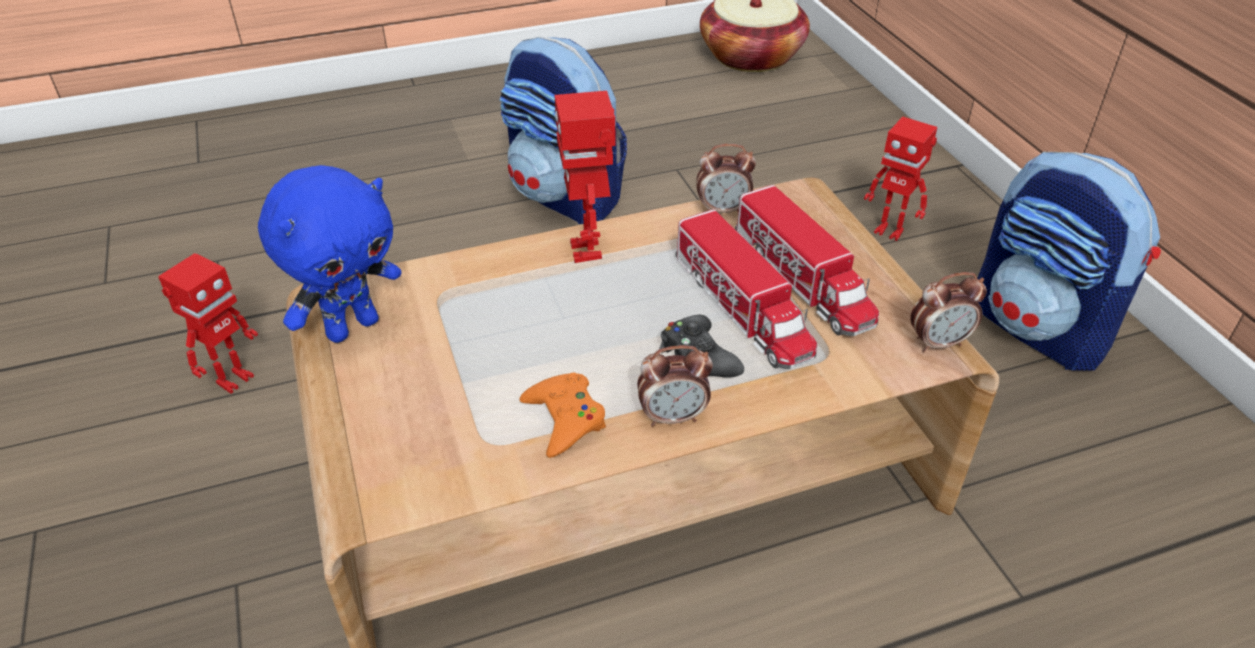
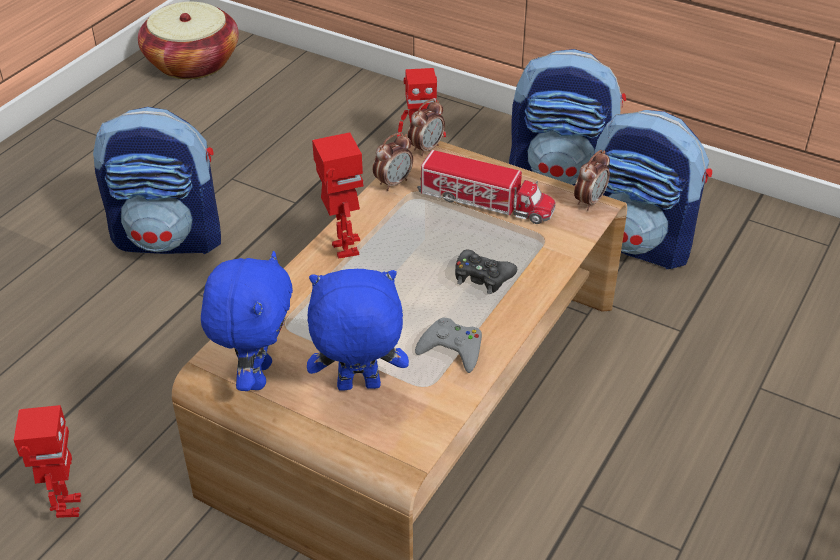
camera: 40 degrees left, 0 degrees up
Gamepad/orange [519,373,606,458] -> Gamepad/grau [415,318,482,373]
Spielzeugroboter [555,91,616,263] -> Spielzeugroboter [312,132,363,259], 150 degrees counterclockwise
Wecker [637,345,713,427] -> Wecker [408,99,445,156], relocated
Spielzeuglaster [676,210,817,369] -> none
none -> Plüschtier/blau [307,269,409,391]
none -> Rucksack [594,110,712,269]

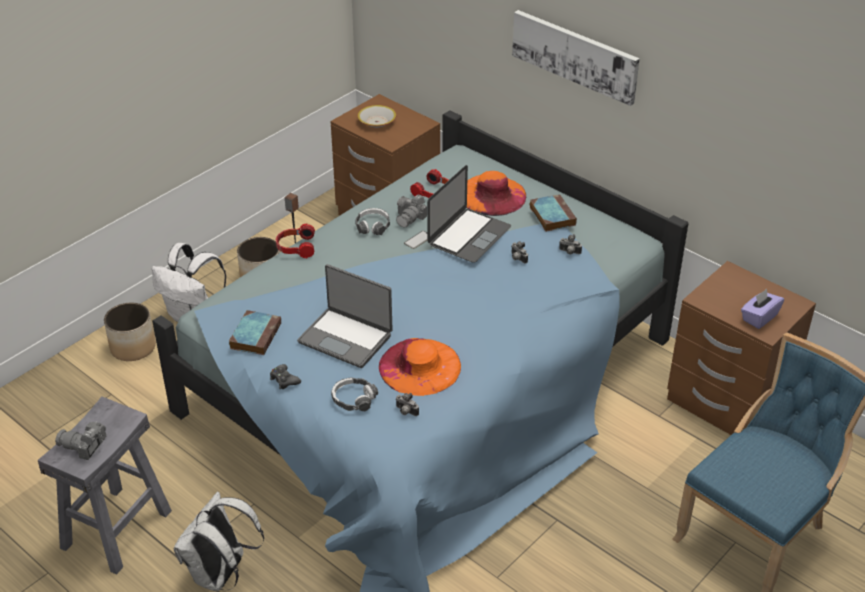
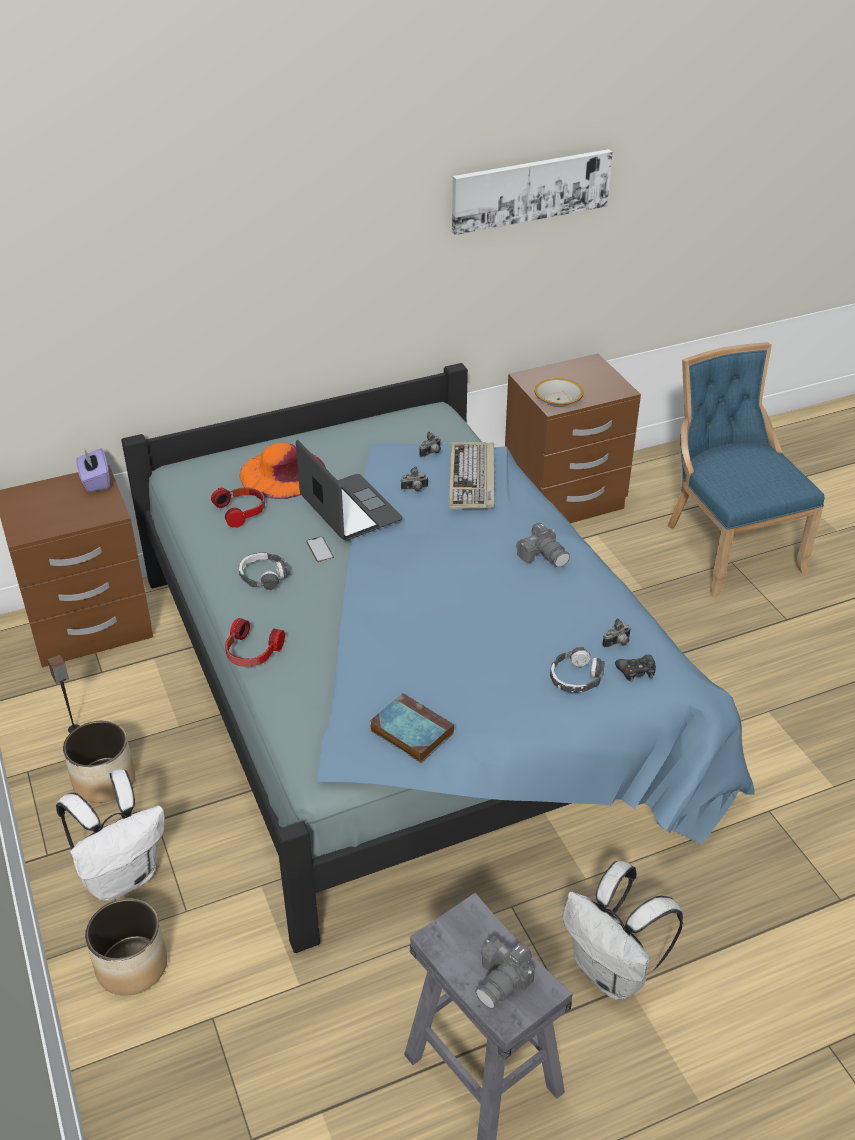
camera: 65 degrees left, 0 degrees up
Gamepad/schwarz [270,364,301,389] -> Gamepad/schwarz [615,655,656,682], relocated
Laptop [297,264,393,368] -> none
Schüssel [357,105,396,128] -> Schüssel [535,378,583,407], relocated
Hut/orange [379,338,461,396] -> none
Kamera [396,194,427,228] -> Kamera [516,522,570,567], relocated
Bild [512,10,640,106] -> Bild [452,149,613,235], relocated
Buch [530,194,577,232] -> none
Taschentuchbox/lila [741,289,784,329] -> Taschentuchbox/lila [76,448,110,492], relocated
none -> Tastatur [449,442,495,509]

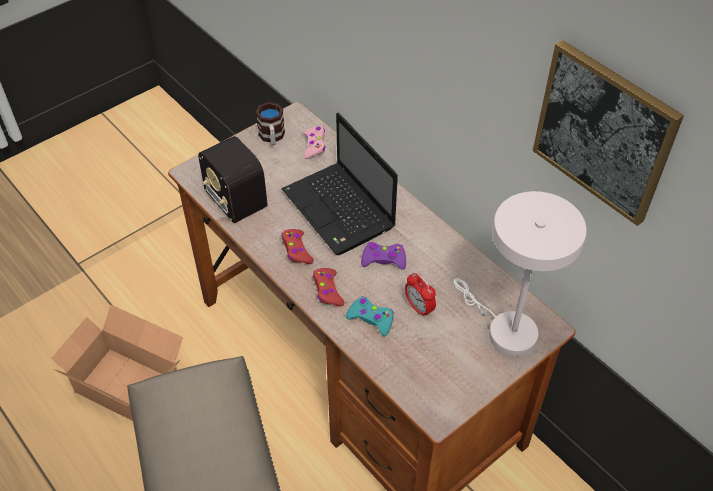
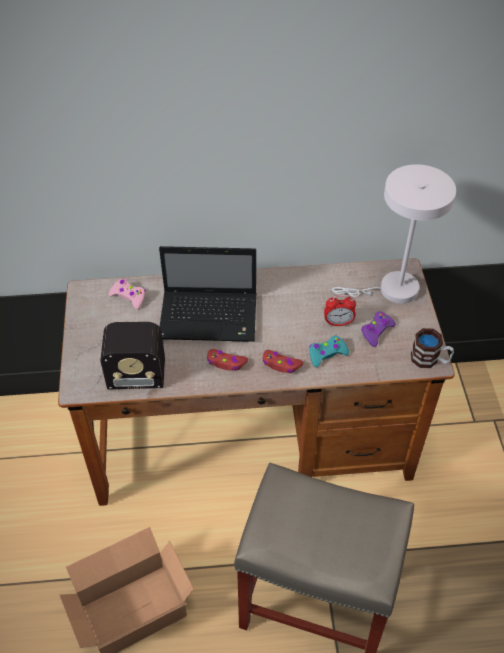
camera: 55 degrees left, 0 degrees up
Henkelbecher [256,102,285,145] -> Henkelbecher [411,328,454,368], relocated
Gamepad/lila [361,242,406,270] -> Gamepad/lila [361,312,396,347], relocated
Bild [533,40,684,226] -> none

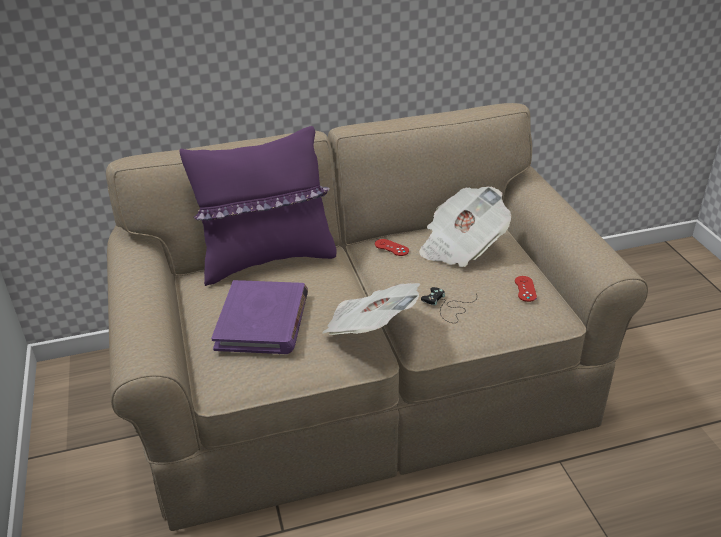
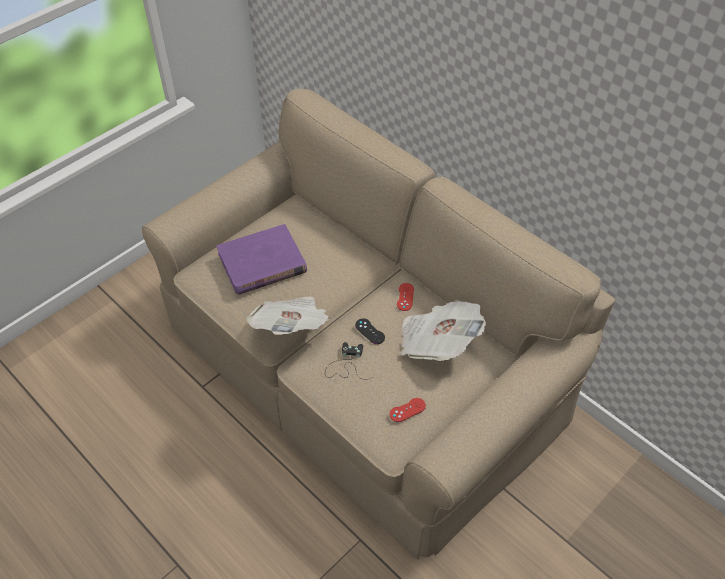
camera: 60 degrees right, 15 degrees up
Kissen/lila [179,126,337,286] -> none
none -> Gamepad/schwarz [355,318,385,344]

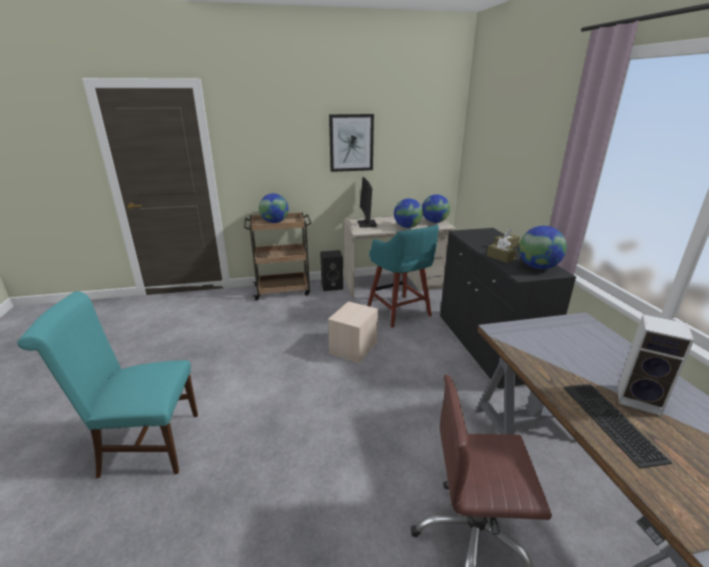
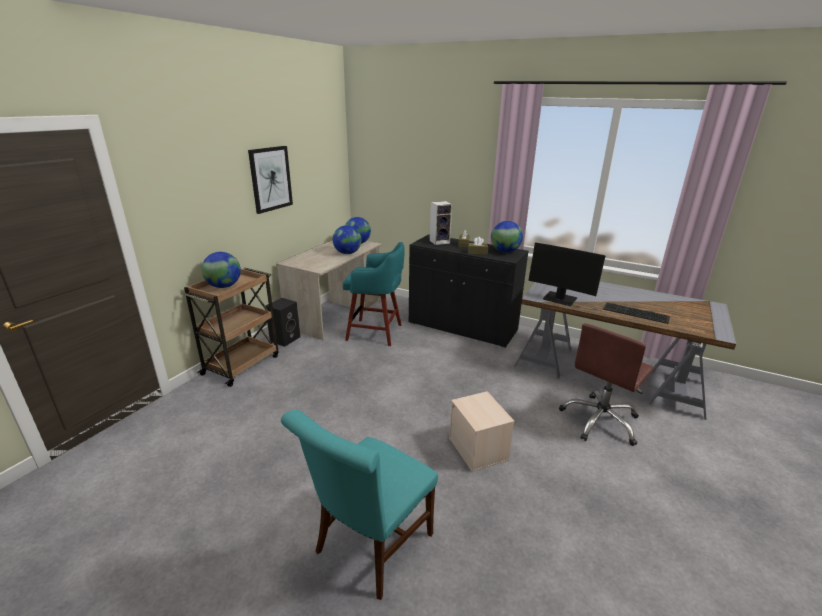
camera: 50 degrees left, 0 degrees up
Aufbewahrungsbox/beige [328,301,378,363] -> Aufbewahrungsbox/beige [449,391,515,472], relocated
Monitor [357,177,377,228] -> Monitor [528,242,606,306], relocated
Lautsprecher [618,314,694,416] -> Lautsprecher [430,201,452,245], relocated

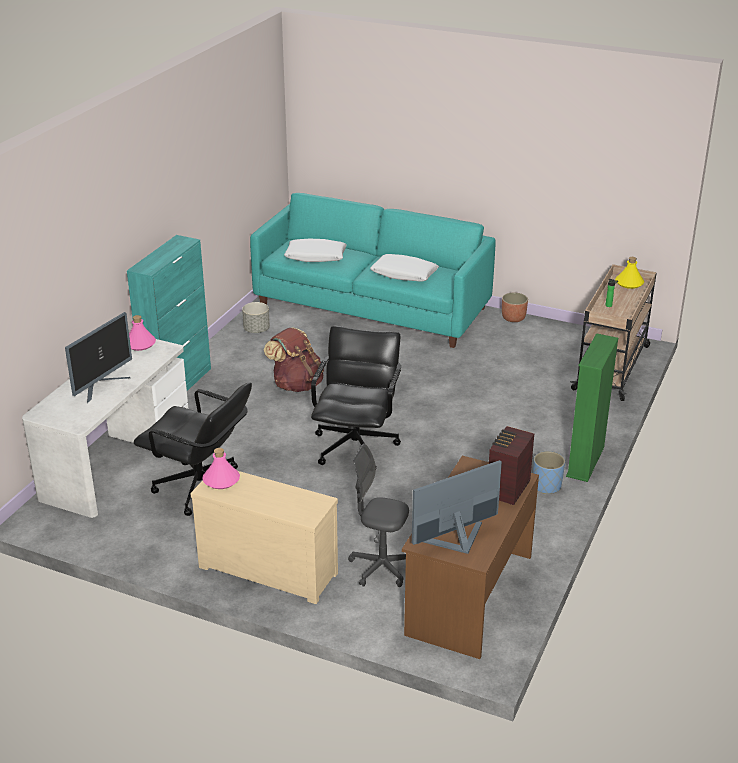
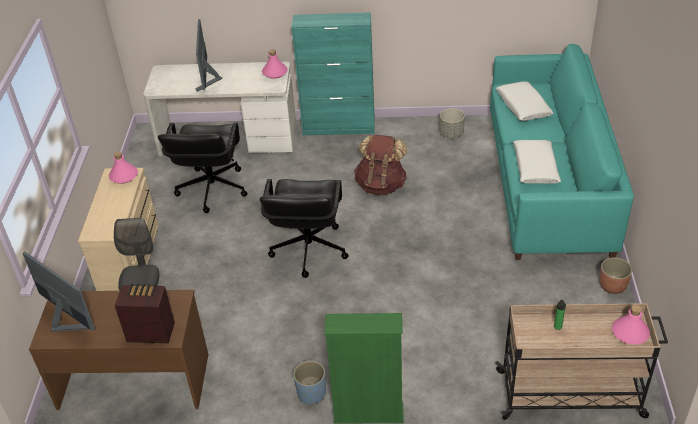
camera: 70 degrees right, 10 degrees up
Monitor [65,312,132,403] -> Monitor [196,19,222,92], 75 degrees clockwise
Bürostuhl/schwarz [311,326,401,465] -> Bürostuhl/schwarz [260,179,348,278], 105 degrees clockwise
Flasche/gelb [615,257,644,289] -> Flasche/rosa [612,305,650,345]

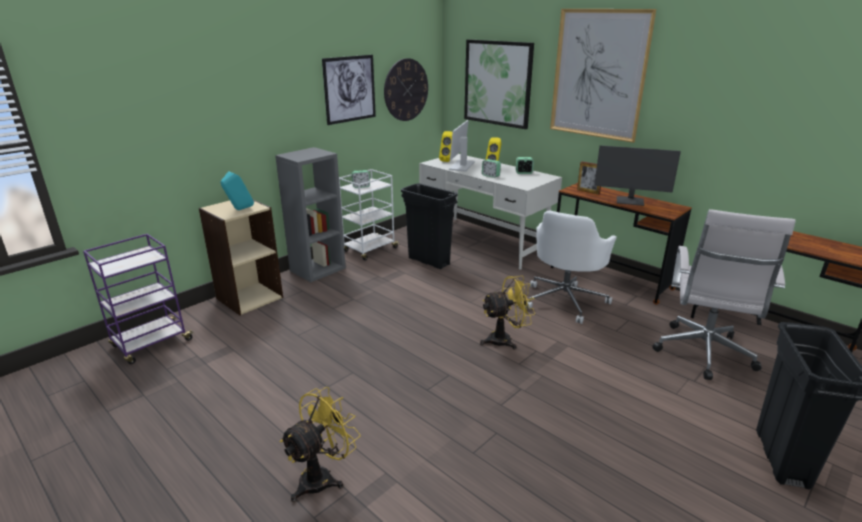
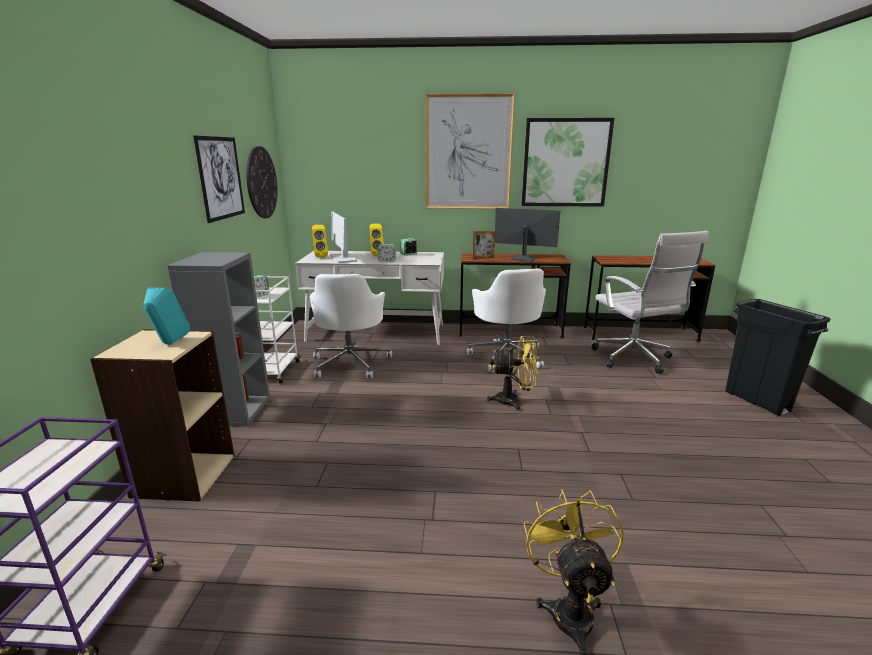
camera: 40 degrees left, 5 degrees down
Mülleimer/schwarz [401,183,458,269] -> Bürostuhl/weiß [310,274,392,379]
Bild [464,39,534,129] -> Bild [521,118,614,207], relocated
Ventilator/gelb [480,276,535,349] -> Ventilator/gelb [486,336,538,410], 60 degrees clockwise
Monitor [594,145,681,206] -> Monitor [495,208,560,261], 135 degrees counterclockwise

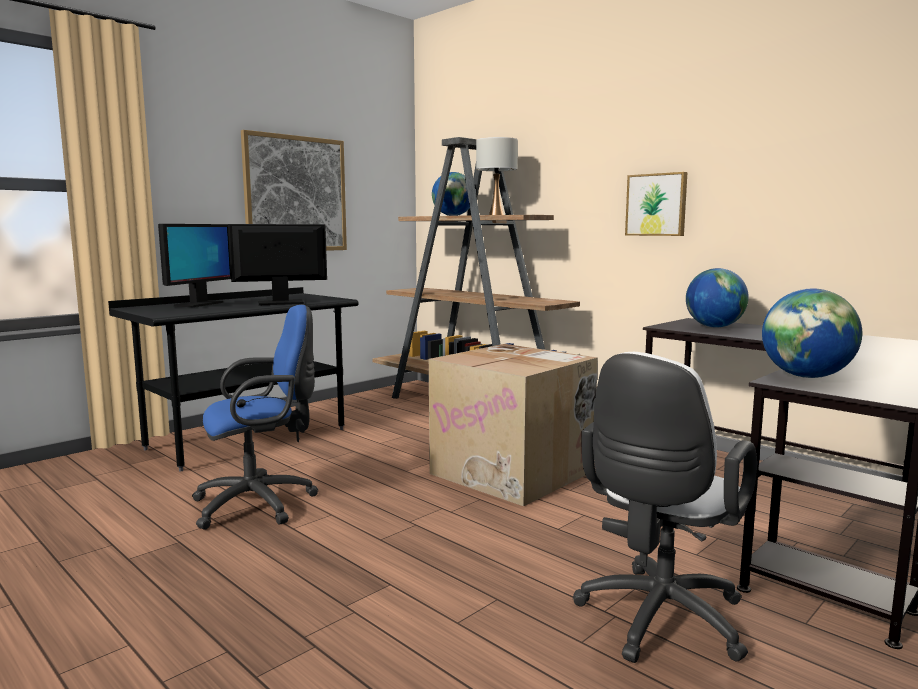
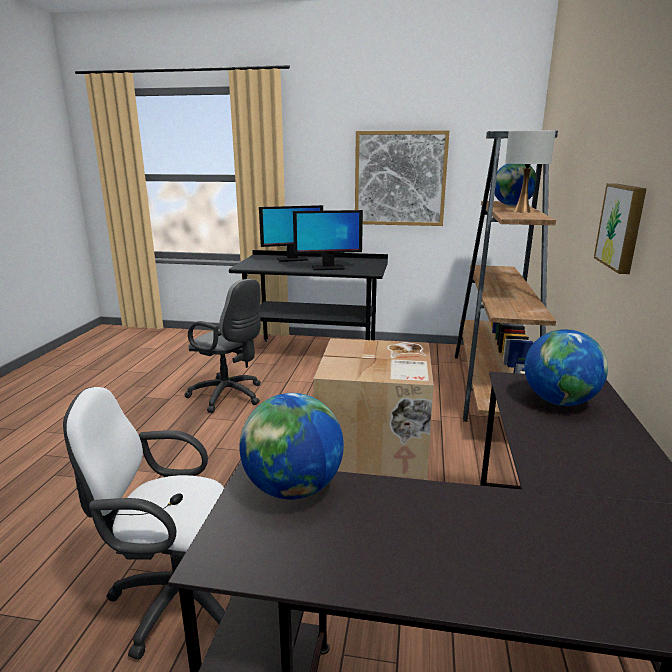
camera: 55 degrees right, 10 degrees up
Bürostuhl/blau [192,305,318,529] -> Bürostuhl/grau [184,279,261,413]
Monitor [228,224,327,305] -> Monitor [293,210,363,270], 135 degrees clockwise

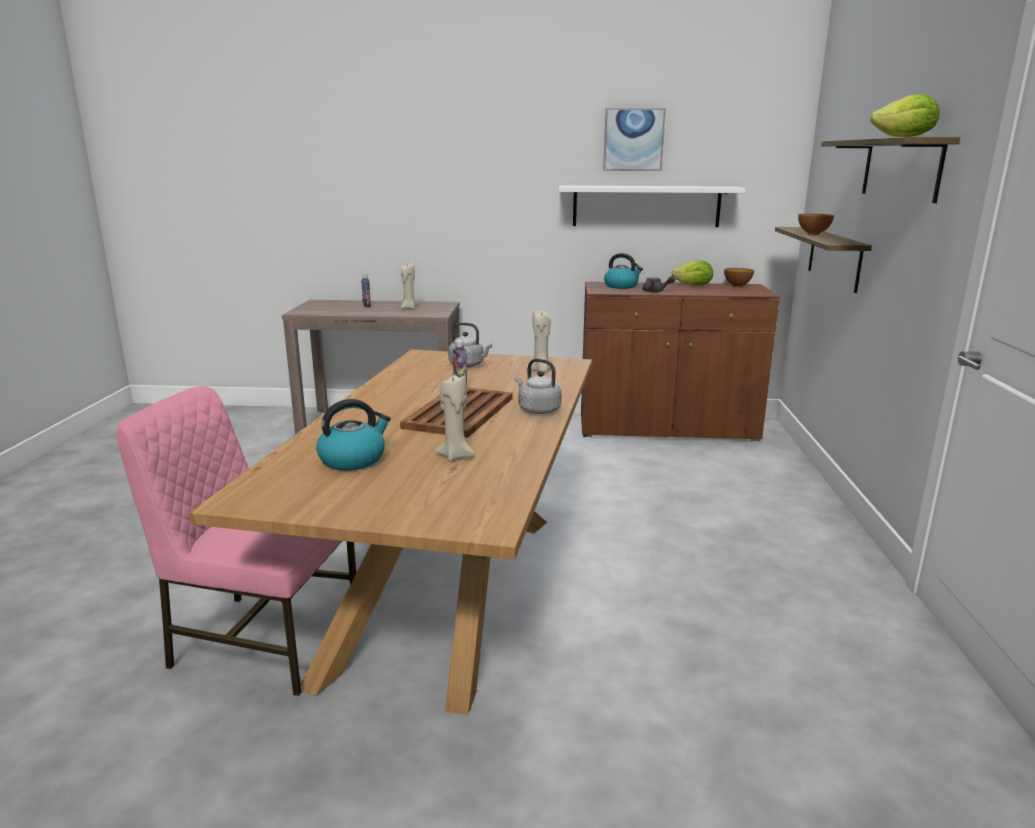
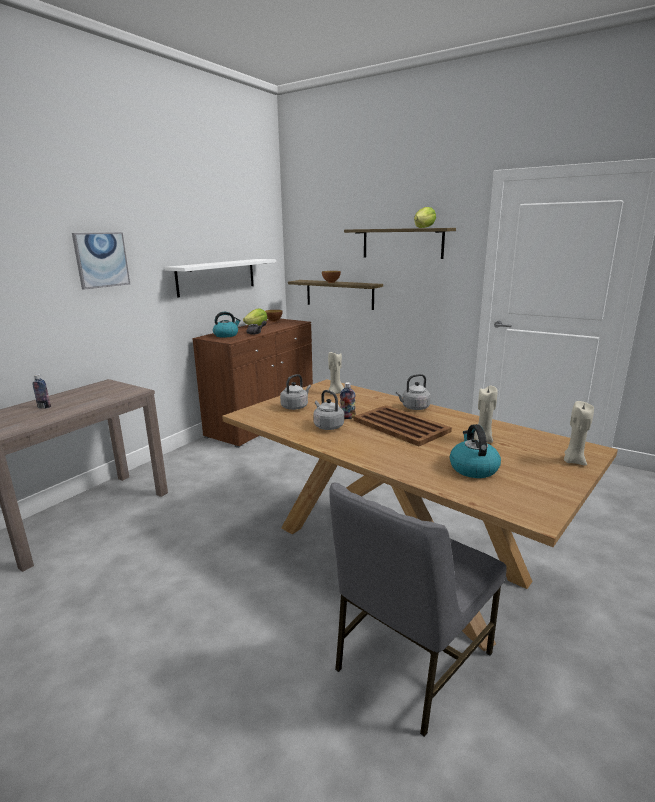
camera: 60 degrees left, 0 degrees up
Stuhl/rosa [117,386,356,696] -> Stuhl/grau [329,483,507,737]
Kerze/beige [401,263,419,309] -> Kerze/beige [564,401,594,466], relocated
Bild [603,108,666,171] -> Bild [72,232,130,289], relocated
none -> Wasserkessel/grau [313,390,344,430]

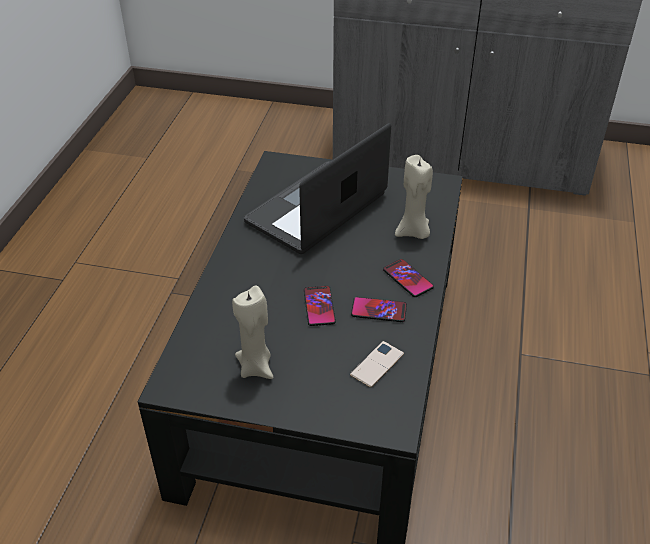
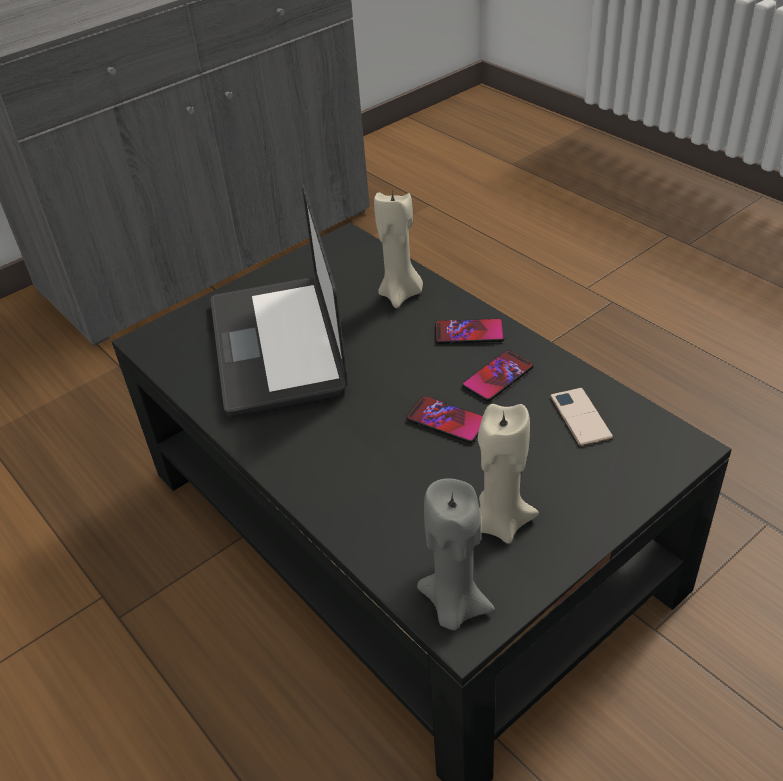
camera: 50 degrees left, 0 degrees up
none -> Kerze/grau [417,479,495,630]

